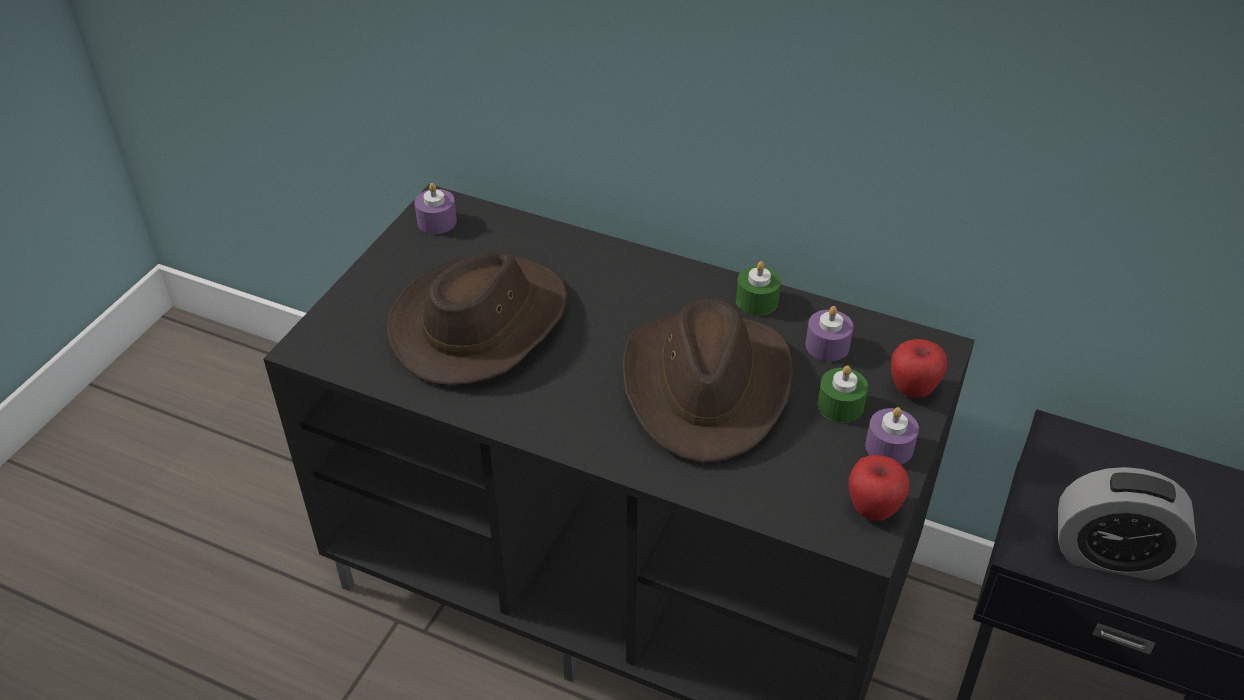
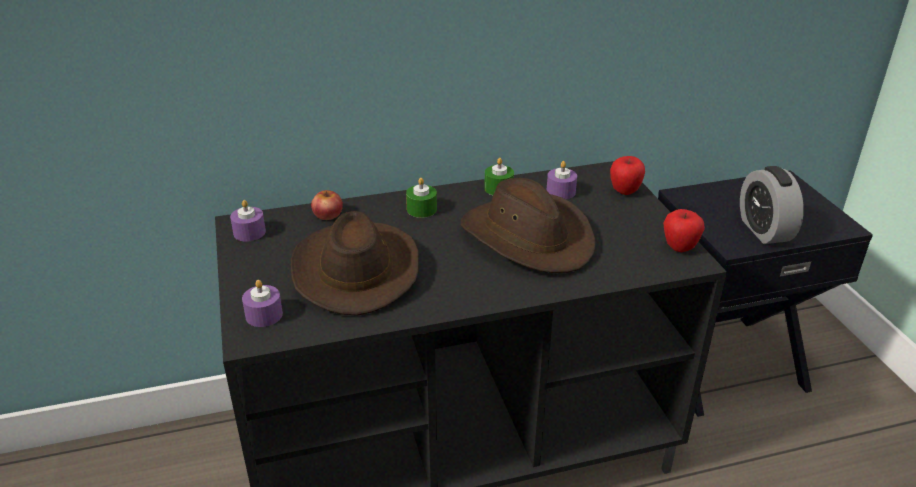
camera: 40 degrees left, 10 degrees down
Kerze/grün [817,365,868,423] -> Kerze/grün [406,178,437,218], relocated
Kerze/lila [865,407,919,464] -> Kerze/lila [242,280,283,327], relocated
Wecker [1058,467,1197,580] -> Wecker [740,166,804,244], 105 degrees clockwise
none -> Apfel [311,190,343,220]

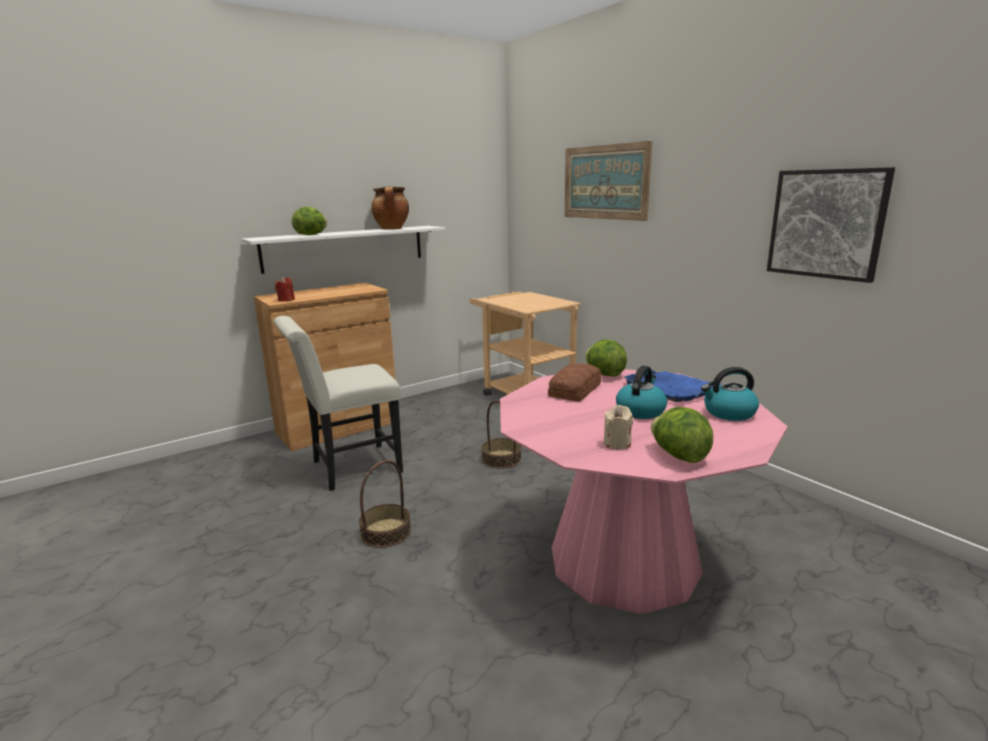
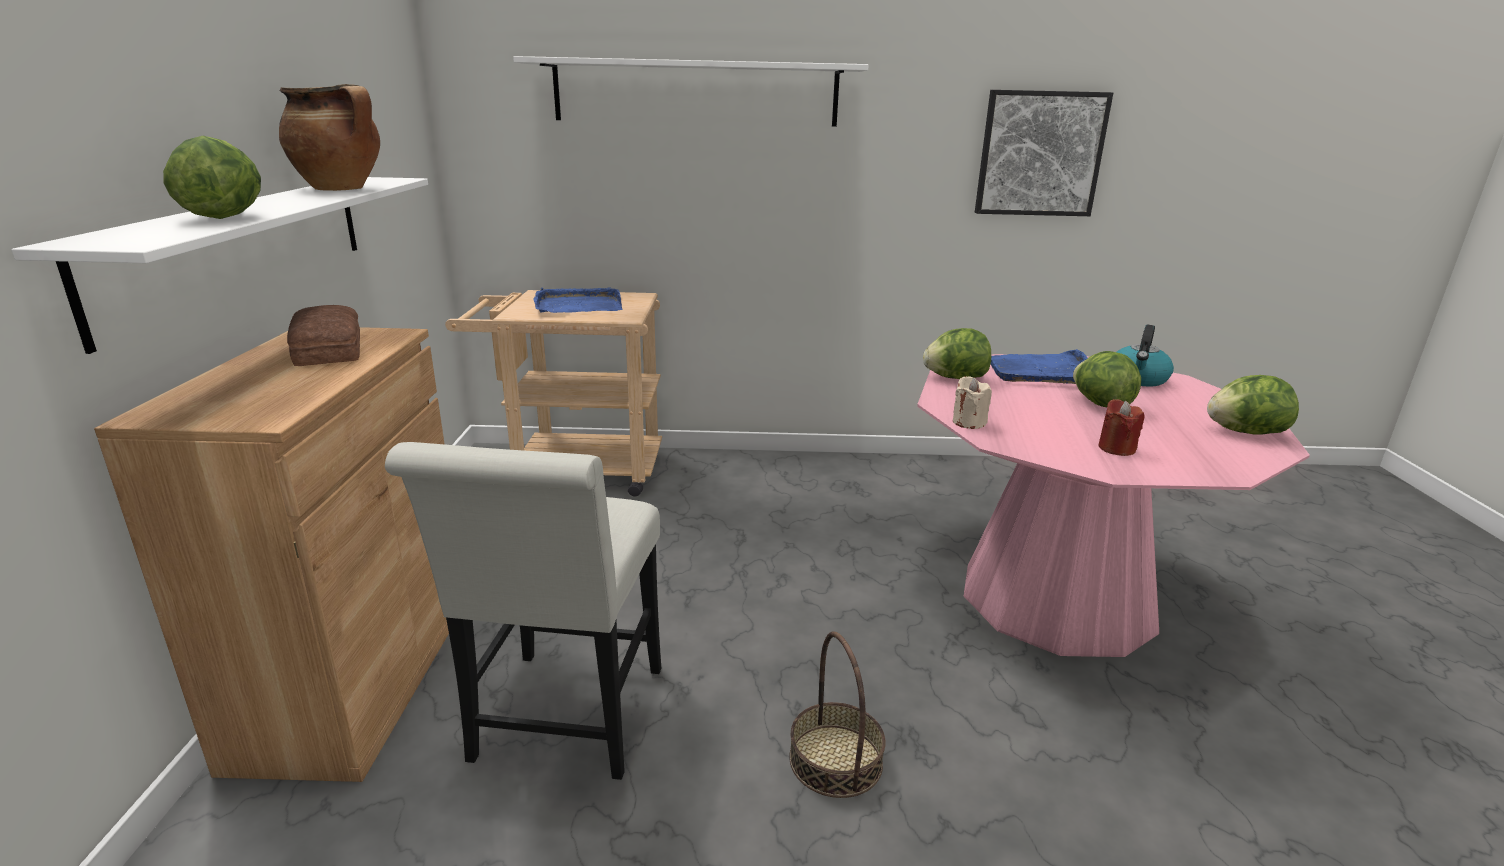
camera: 55 degrees left, 5 degrees up
Kerze/rot [275,277,295,302] -> Kerze/rot [1098,399,1144,456], relocated
Korb [481,400,522,469] -> none
Brot [548,363,601,402] -> Brot [287,305,360,366], relocated
Bild [565,141,653,221] -> Wandregal/weiß [513,56,869,127]
Kerze/beige [604,405,633,449] -> Kerze/beige [953,376,992,429], relocated
Wasserkessel [616,366,667,419] -> Salatkopf [1073,351,1141,407]
none -> Tablett/blau [534,287,622,313]

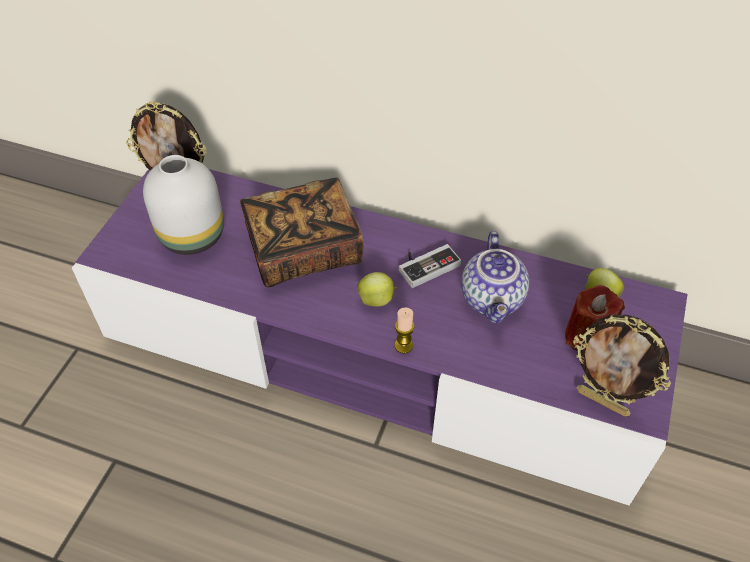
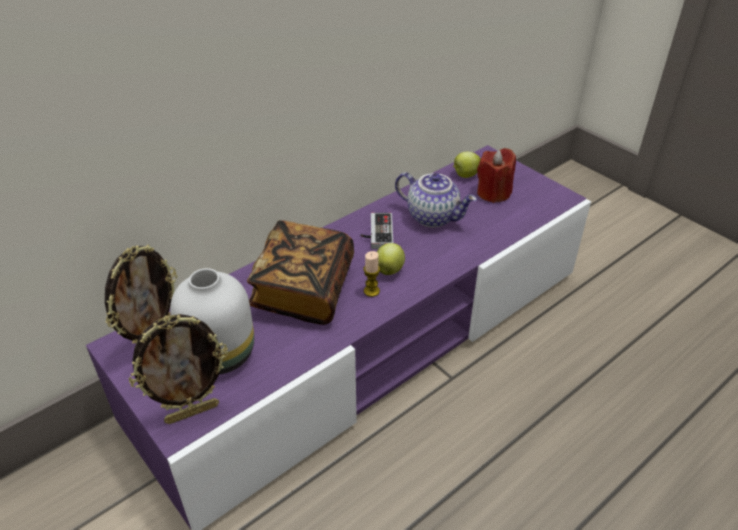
camera: 60 degrees left, 10 degrees down
Kerze [394,308,415,354] -> Kerze [363,251,380,297], relocated
Bilderrahmen [573,315,671,417] -> Bilderrahmen [129,314,228,424], relocated

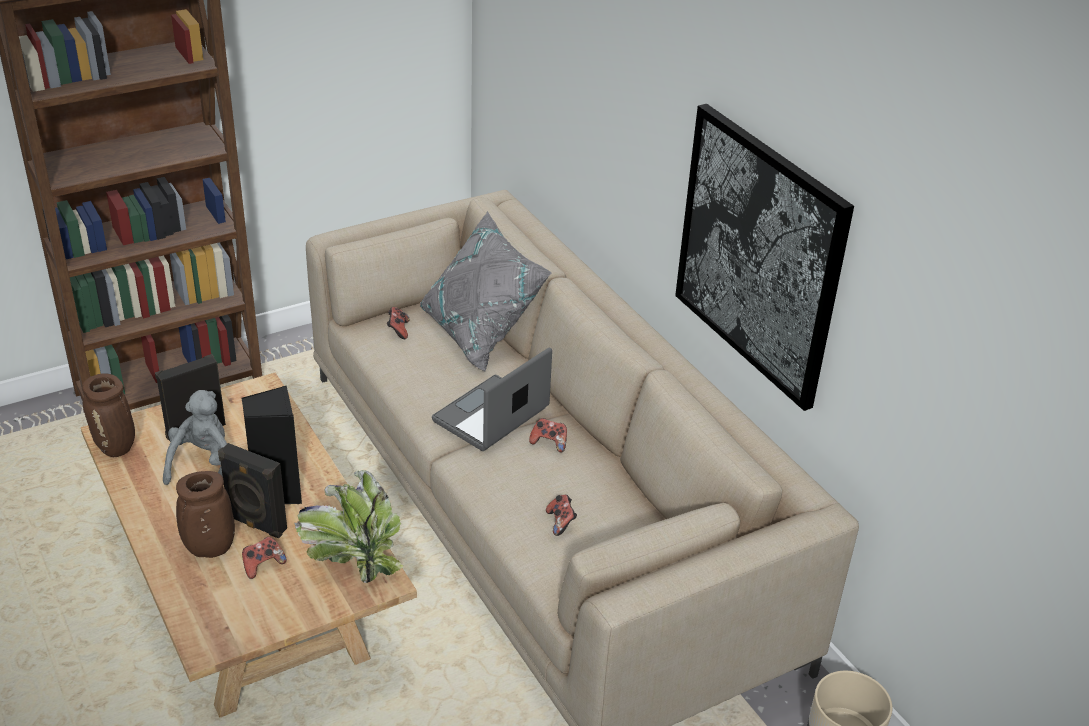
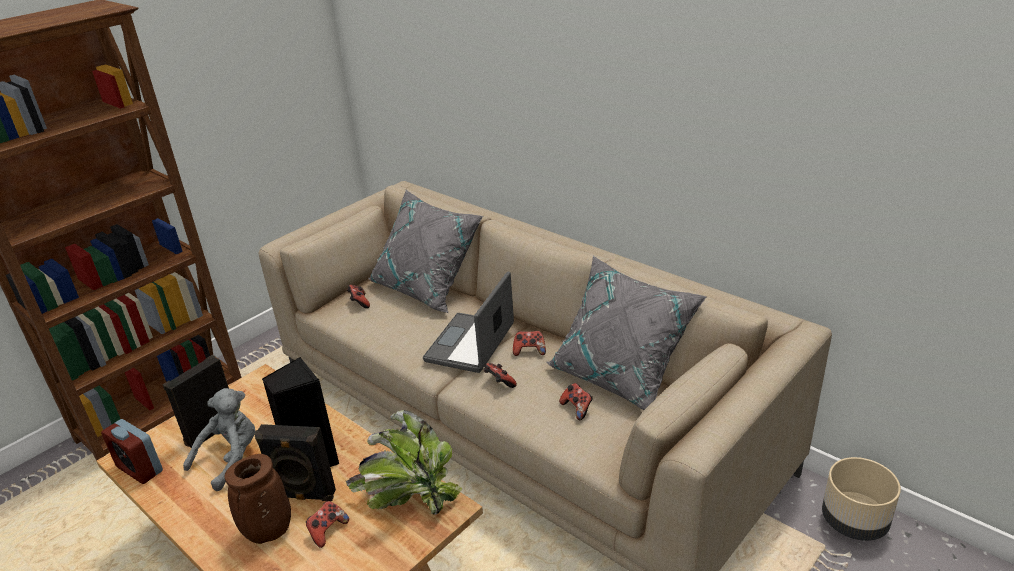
camera: 15 degrees left, 5 degrees down
Vase/braun [82,374,135,457] -> Wecker [101,419,163,484]
Plüschtier/grau [163,390,227,485] -> Plüschtier/grau [183,388,255,491], 45 degrees clockwise
Bild [675,104,854,411] -> none
none -> Gamepad [484,363,517,388]
none -> Kissen/grau [546,256,707,410]

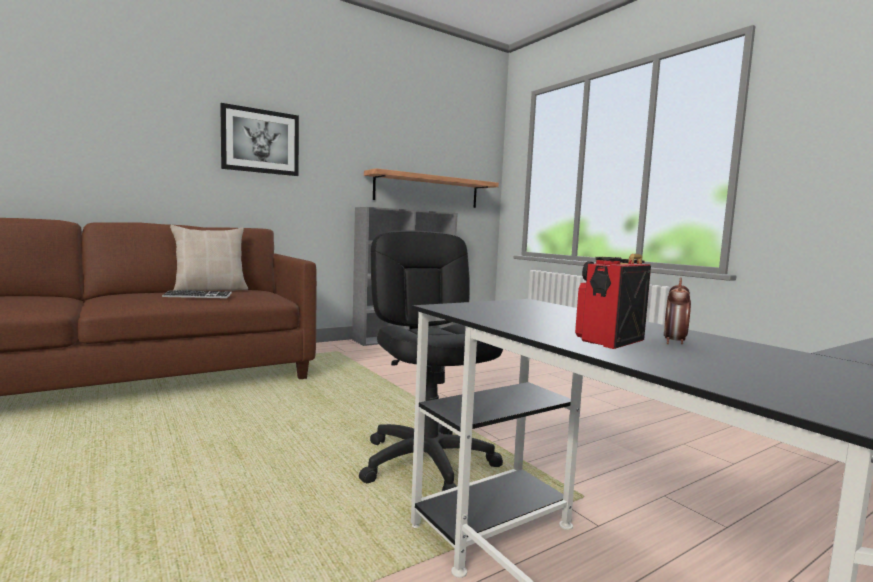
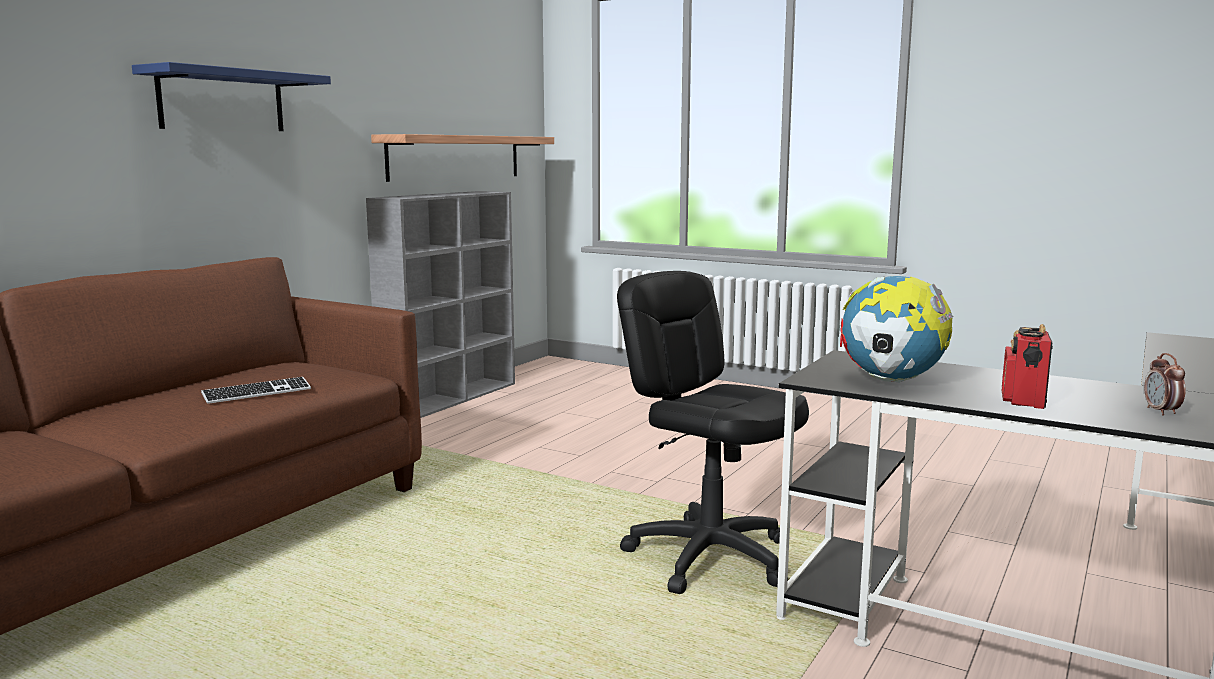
camera: 25 degrees left, 5 degrees up
Kissen/beige [170,225,248,291] -> none
Bild [220,103,299,176] -> Wandregal/blau [132,62,331,131]
Wecker [664,277,691,344] -> Wecker [1144,353,1186,416], relocated
none -> Globus [840,276,953,382]

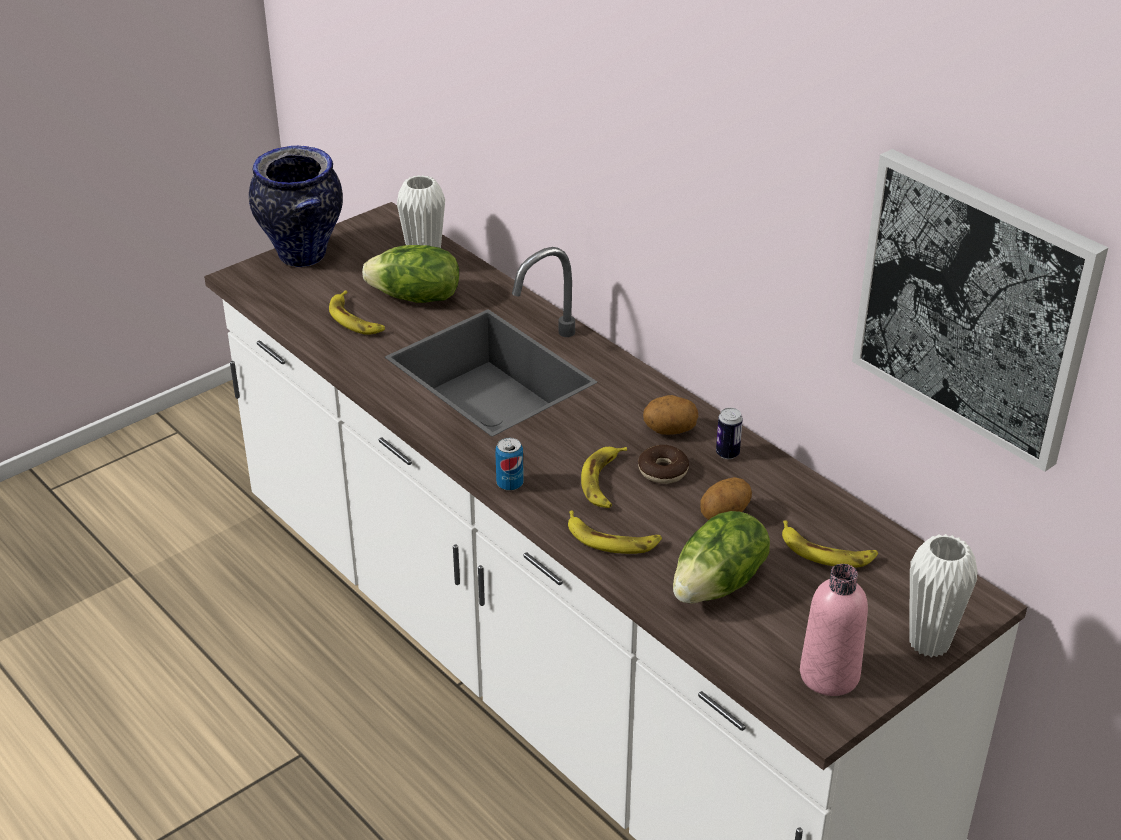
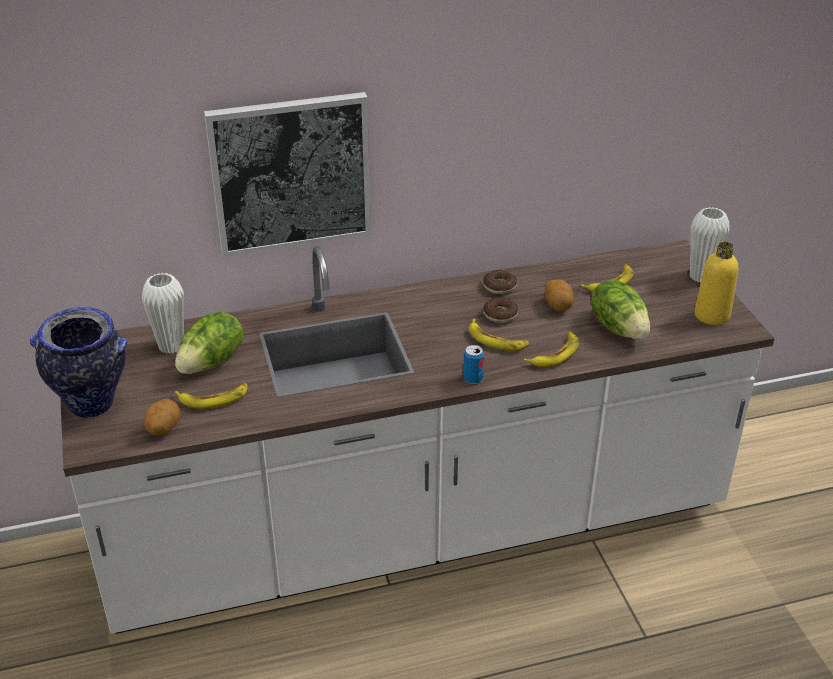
camera: 65 degrees left, 0 degrees up
Kartoffel [643,395,698,435] -> Kartoffel [144,399,180,435], relocated
Dose [716,408,743,459] -> Donut [483,270,517,294]
Flasche/rosa [800,564,868,696] -> Flasche/gelb [694,242,738,325]
Bild [852,149,1108,472] -> Bild [204,92,372,257], relocated

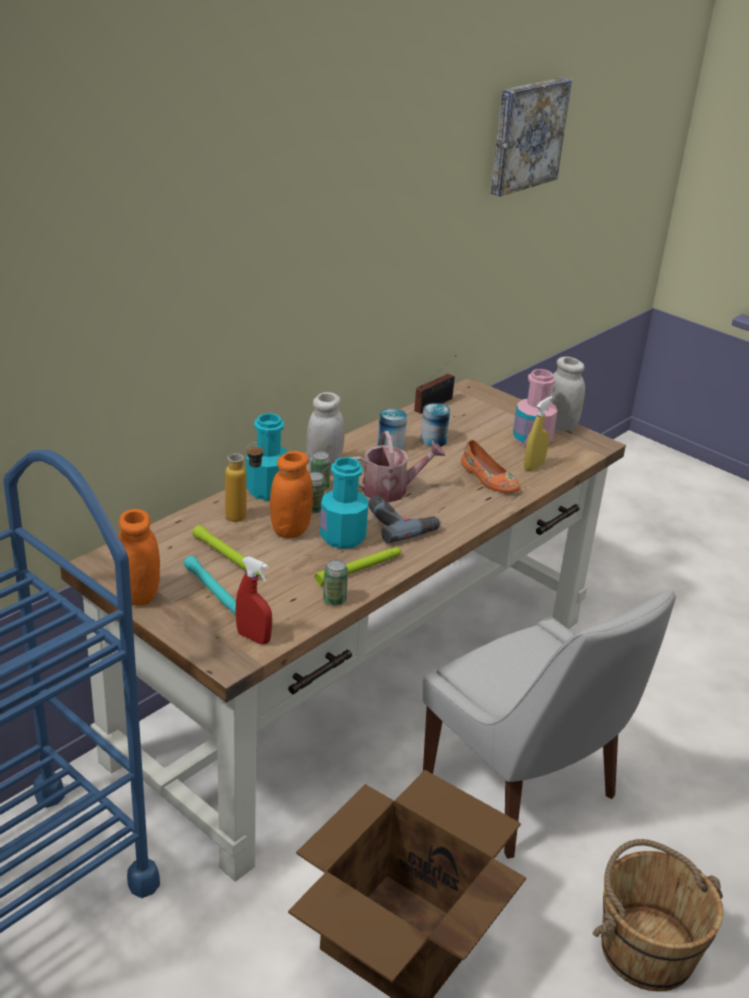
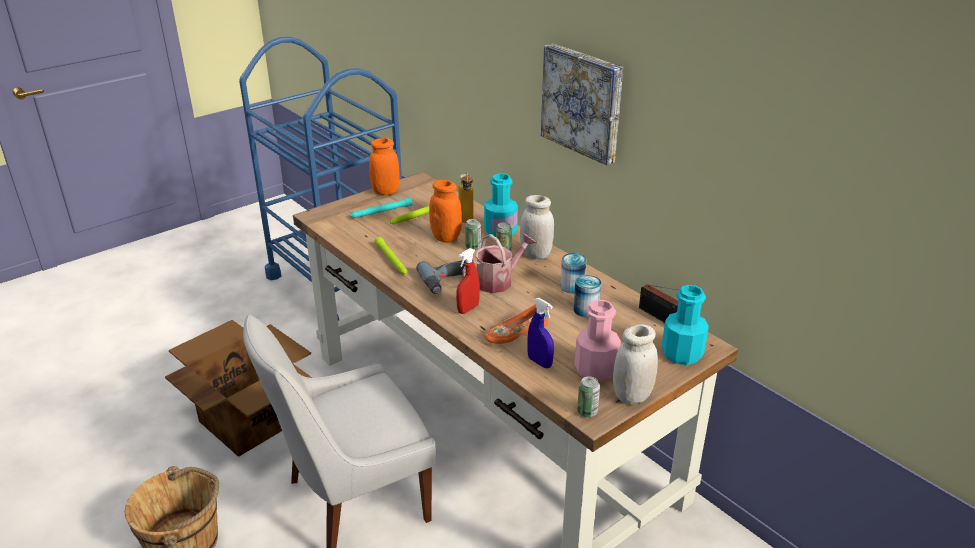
camera: 100 degrees right, 0 degrees up
Sprühflasche/rot [235,557,272,644] -> Sprühflasche/rot [456,248,480,314], relocated
Flasche/türkis [320,457,369,549] -> Flasche/türkis [662,285,709,365], relocated
Dose [323,560,348,606] -> Dose [577,376,600,417], relocated
Gießkanne [350,431,445,503] -> Gießkanne [462,233,536,293], 120 degrees counterclockwise
Bild [491,78,572,197] -> Bild [541,43,623,165], relocated
Sprühflasche/gelb [524,396,552,471] -> Sprühflasche/blau [527,298,554,368]

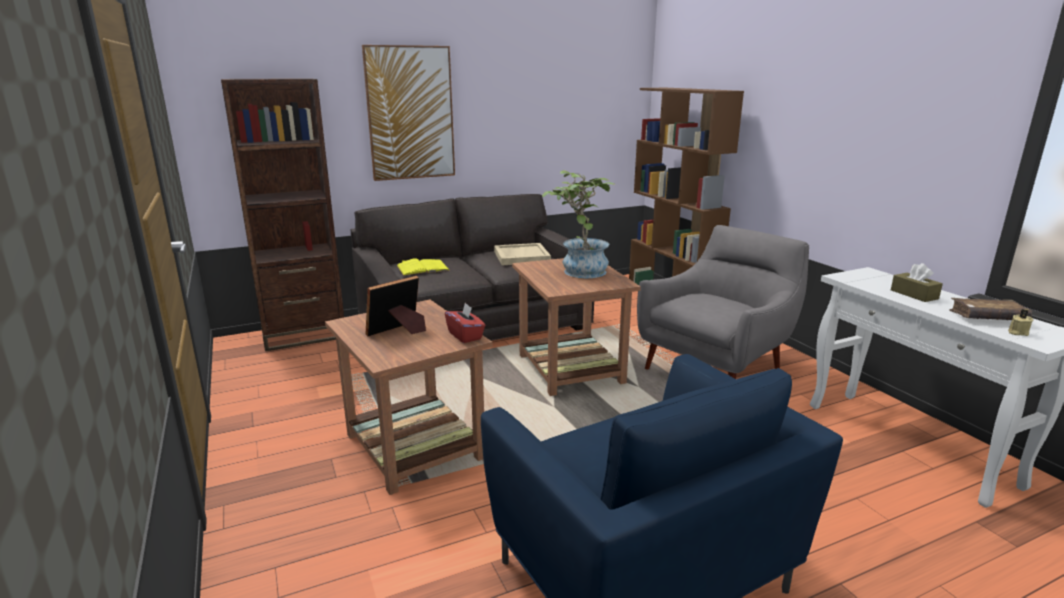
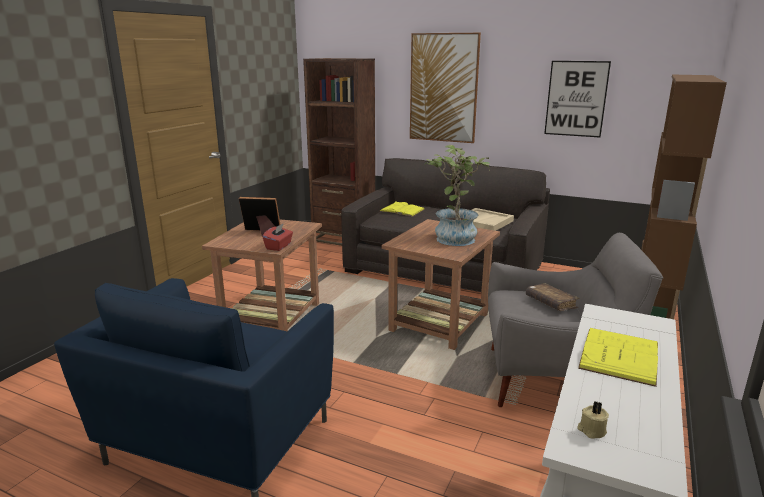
camera: 50 degrees right, 0 degrees up
Taschentuchbox/braun [891,263,943,302] -> Buch/gelb [578,328,658,387]
Buch/braun [949,298,1032,320] -> Buch/braun [526,283,579,311], relocated
none -> Bild [544,61,611,137]

